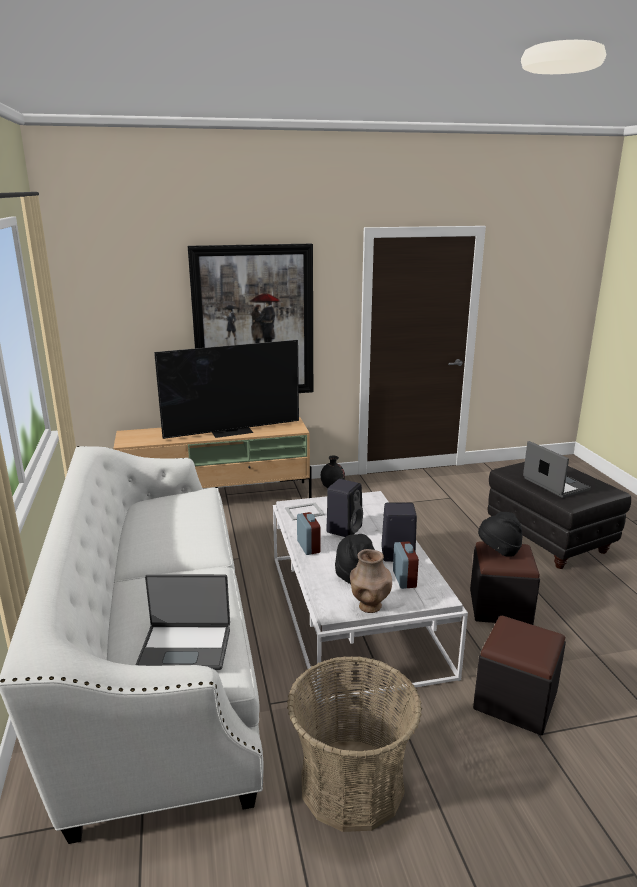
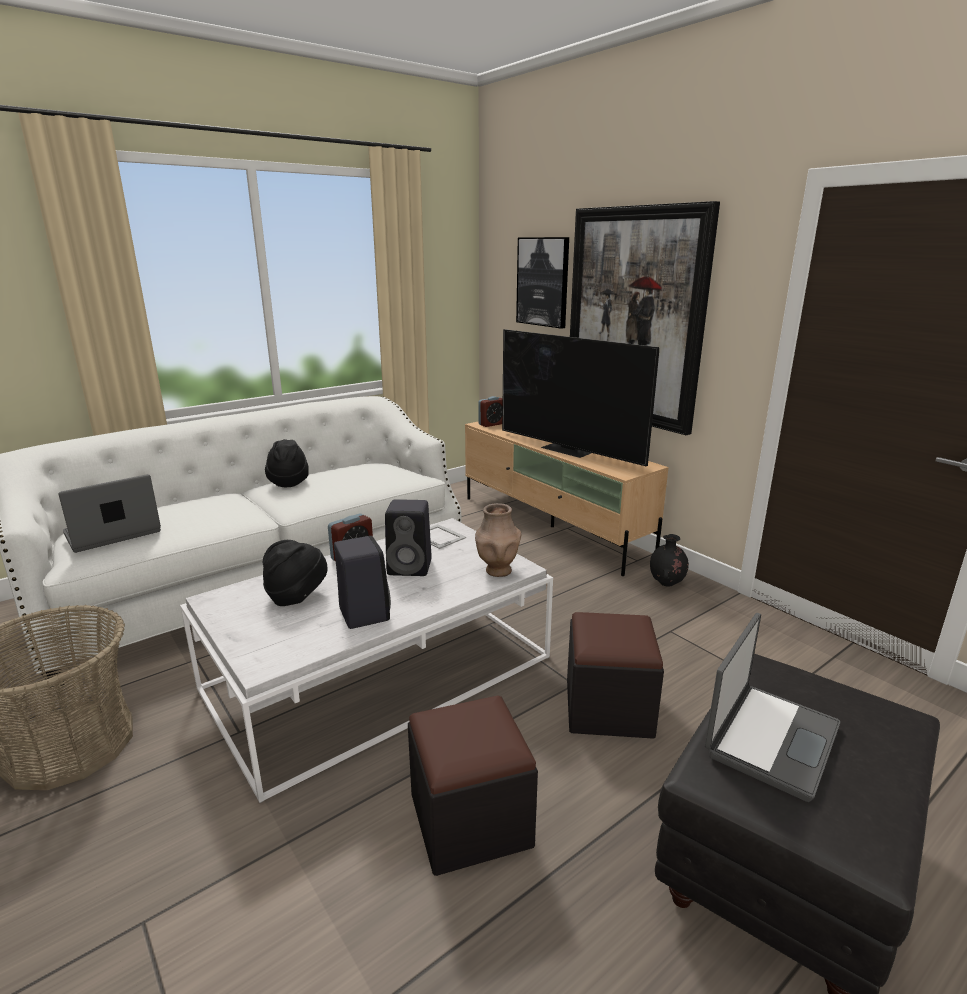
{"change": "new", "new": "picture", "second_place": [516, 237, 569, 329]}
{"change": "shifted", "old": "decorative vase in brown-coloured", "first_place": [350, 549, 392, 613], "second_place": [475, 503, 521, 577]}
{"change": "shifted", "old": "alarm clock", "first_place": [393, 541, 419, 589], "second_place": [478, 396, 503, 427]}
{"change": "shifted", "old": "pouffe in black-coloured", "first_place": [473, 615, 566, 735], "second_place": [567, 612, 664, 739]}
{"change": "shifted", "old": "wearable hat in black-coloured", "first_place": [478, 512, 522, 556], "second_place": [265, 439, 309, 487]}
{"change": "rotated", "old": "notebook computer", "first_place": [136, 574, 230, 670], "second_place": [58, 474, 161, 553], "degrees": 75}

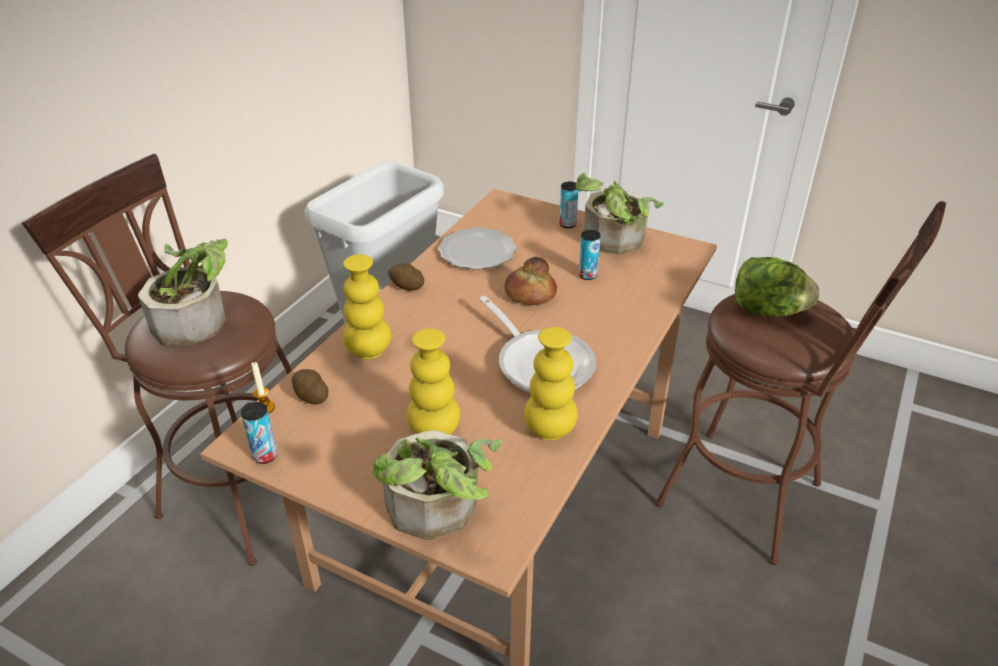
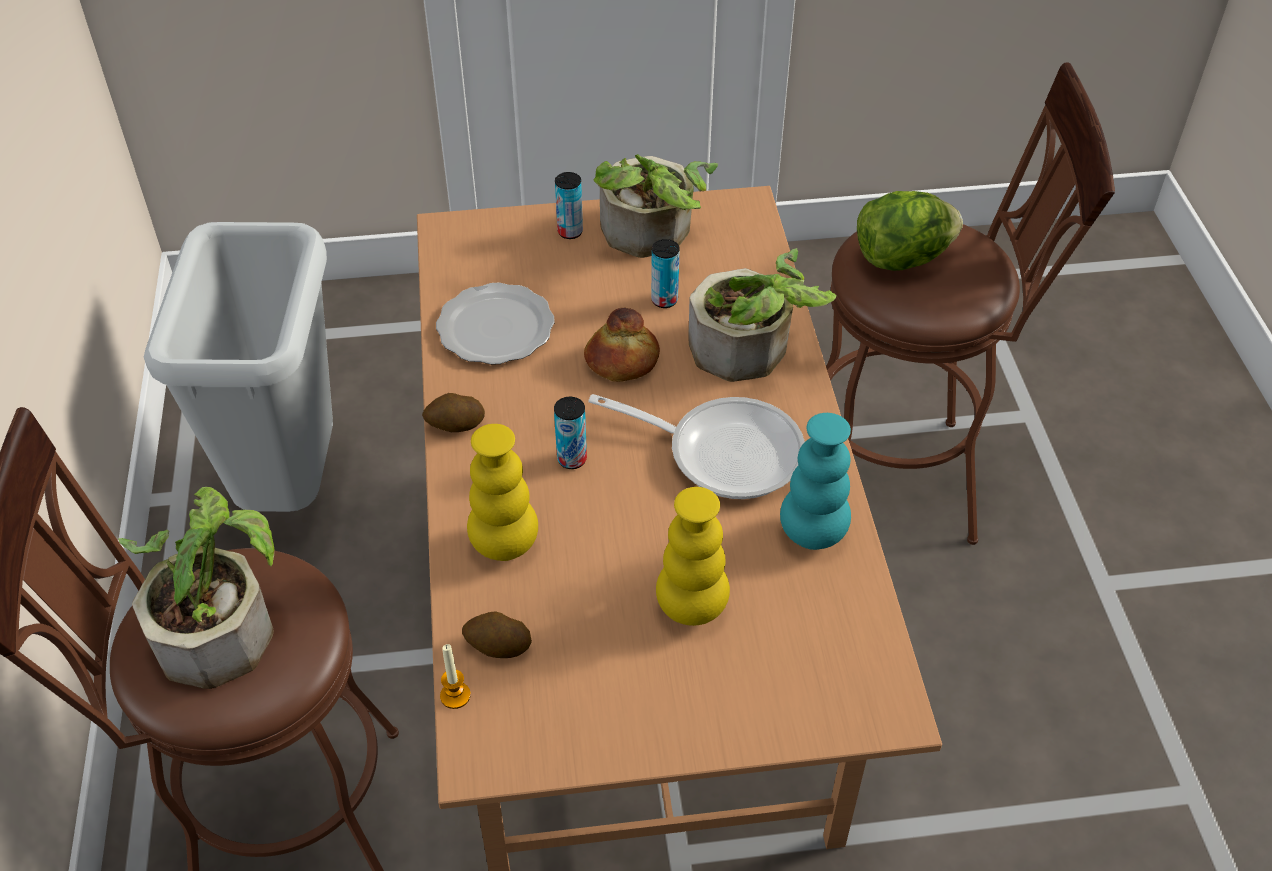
{"change": "shifted", "old": "metal can", "first_place": [241, 402, 277, 464], "second_place": [554, 397, 587, 469]}
{"change": "shifted", "old": "potted plant", "first_place": [372, 430, 502, 540], "second_place": [688, 248, 837, 382]}
{"change": "repainted", "old": "decorative vase in yellowish", "new": "decorative vase in blue-green", "first_place": [524, 327, 578, 440], "second_place": [780, 413, 851, 550]}

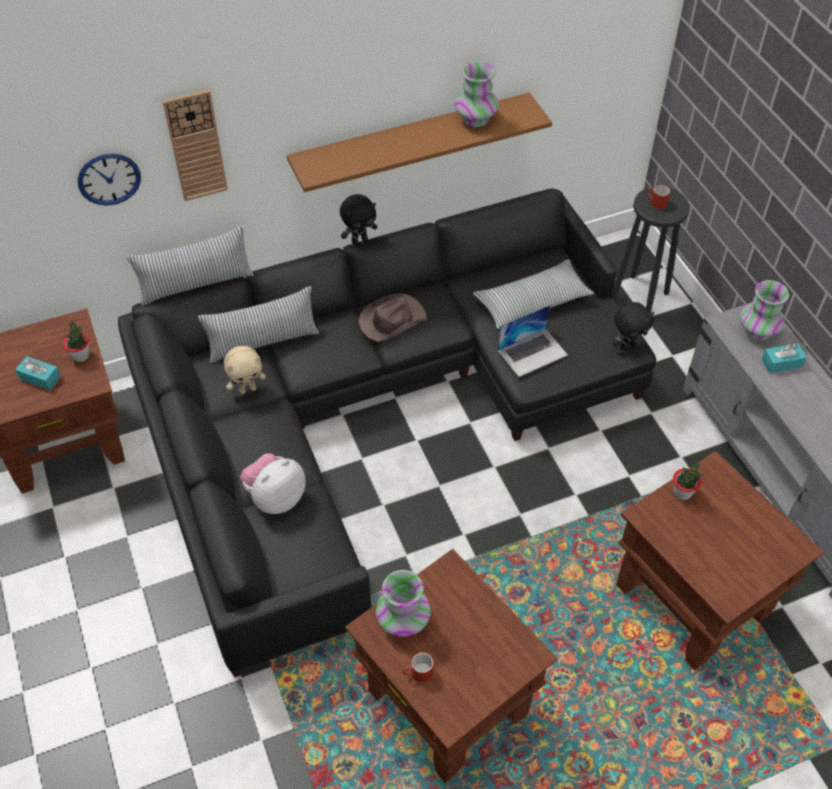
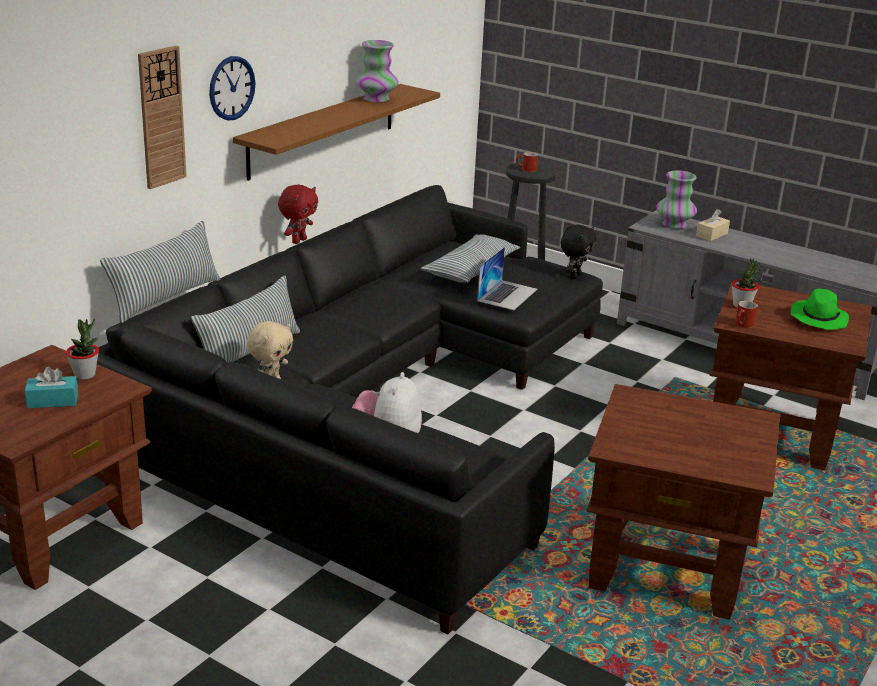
{"change": "gone", "old": "wearable hat in brown-coloured", "first_place": [359, 293, 427, 342]}
{"change": "gone", "old": "decorative vase", "first_place": [376, 570, 431, 637]}
{"change": "new", "new": "wearable hat in green", "second_place": [791, 289, 849, 330]}
{"change": "shifted", "old": "wall clock", "first_place": [77, 153, 141, 206], "second_place": [209, 56, 255, 121]}
{"change": "shifted", "old": "tea mug in reddish", "first_place": [403, 652, 433, 683], "second_place": [735, 301, 758, 328]}
{"change": "repainted", "old": "plush toy in black-coloured", "new": "plush toy in reddish", "first_place": [340, 194, 377, 245], "second_place": [278, 184, 318, 244]}
{"change": "repainted", "old": "tissue box in blue-green", "new": "tissue box in sand-coloured", "first_place": [762, 343, 807, 373], "second_place": [696, 209, 730, 241]}

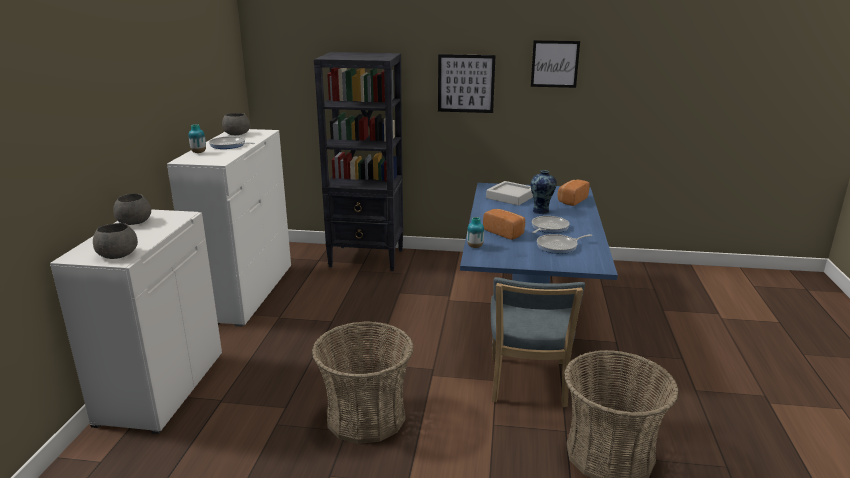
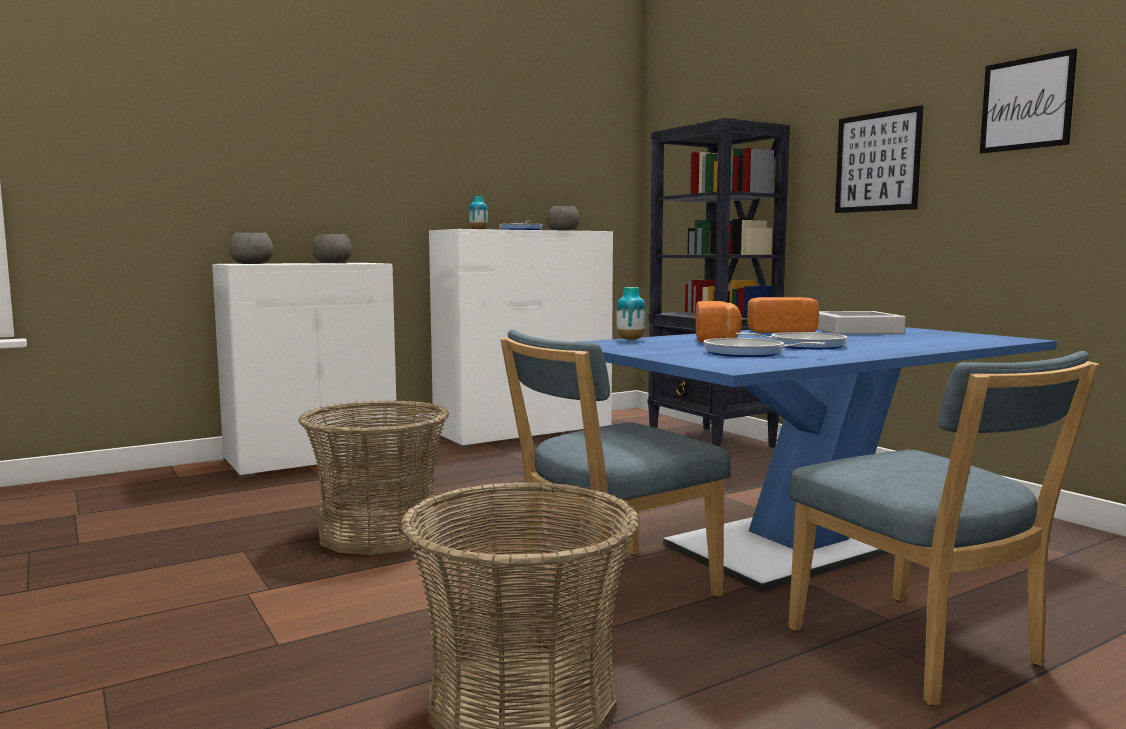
{"change": "gone", "old": "decorative vase", "first_place": [530, 170, 557, 214]}
{"change": "new", "new": "plain chair in blue-coloured", "second_place": [788, 351, 1099, 706]}
{"change": "shifted", "old": "bread", "first_place": [557, 179, 590, 206], "second_place": [747, 297, 819, 333]}

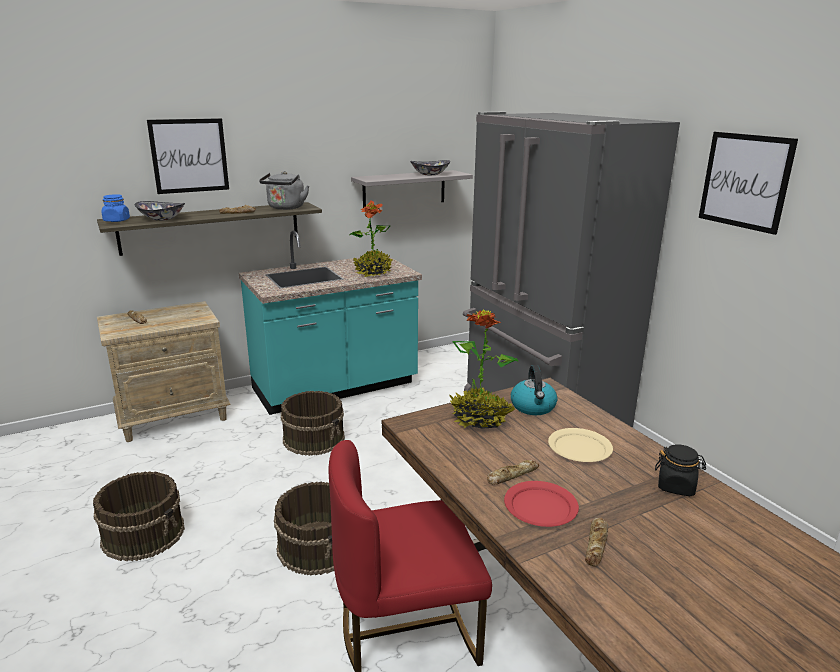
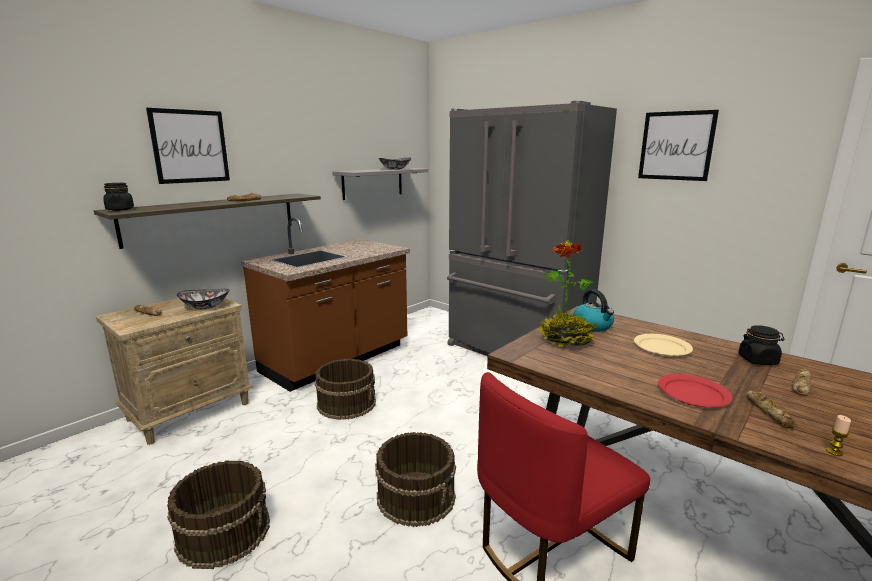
{"change": "gone", "old": "water kettle in gray", "first_place": [259, 171, 309, 210]}
{"change": "gone", "old": "potted plant", "first_place": [350, 200, 392, 277]}
{"change": "new", "new": "wax light", "second_place": [826, 415, 851, 456]}
{"change": "shifted", "old": "deep dish", "first_place": [135, 201, 185, 221], "second_place": [177, 289, 229, 309]}
{"change": "shifted", "old": "bread", "first_place": [487, 460, 539, 485], "second_place": [792, 368, 812, 395]}
{"change": "repainted", "old": "jar in blue-coloured", "new": "jar in black-coloured", "first_place": [102, 194, 130, 222], "second_place": [103, 183, 134, 211]}
{"change": "repainted", "old": "kitchen base unit in blue-green", "new": "kitchen base unit in brown-coloured", "first_place": [239, 230, 422, 415], "second_place": [241, 218, 410, 392]}

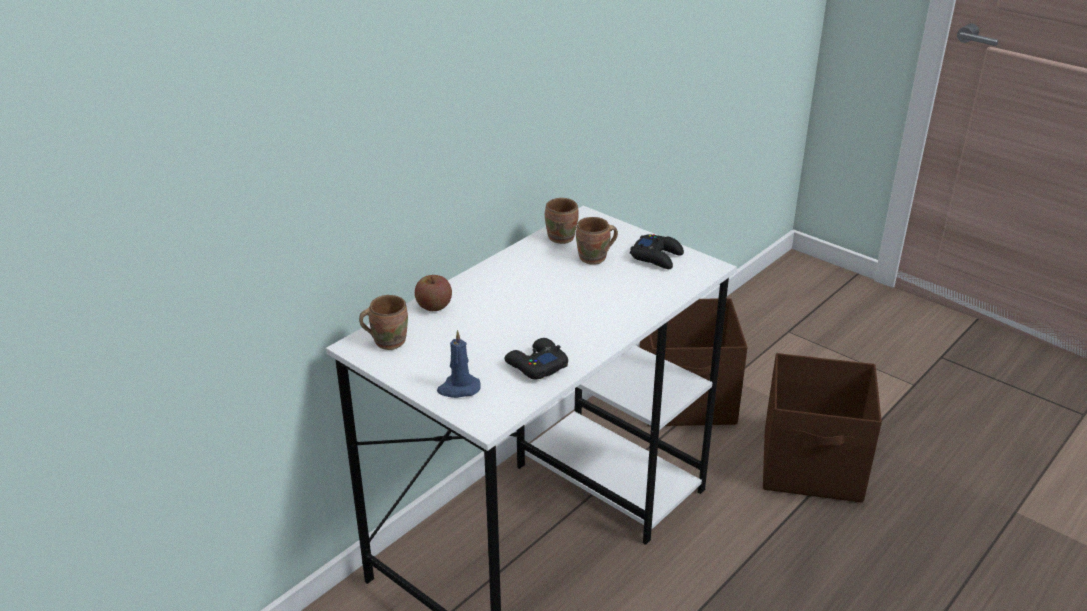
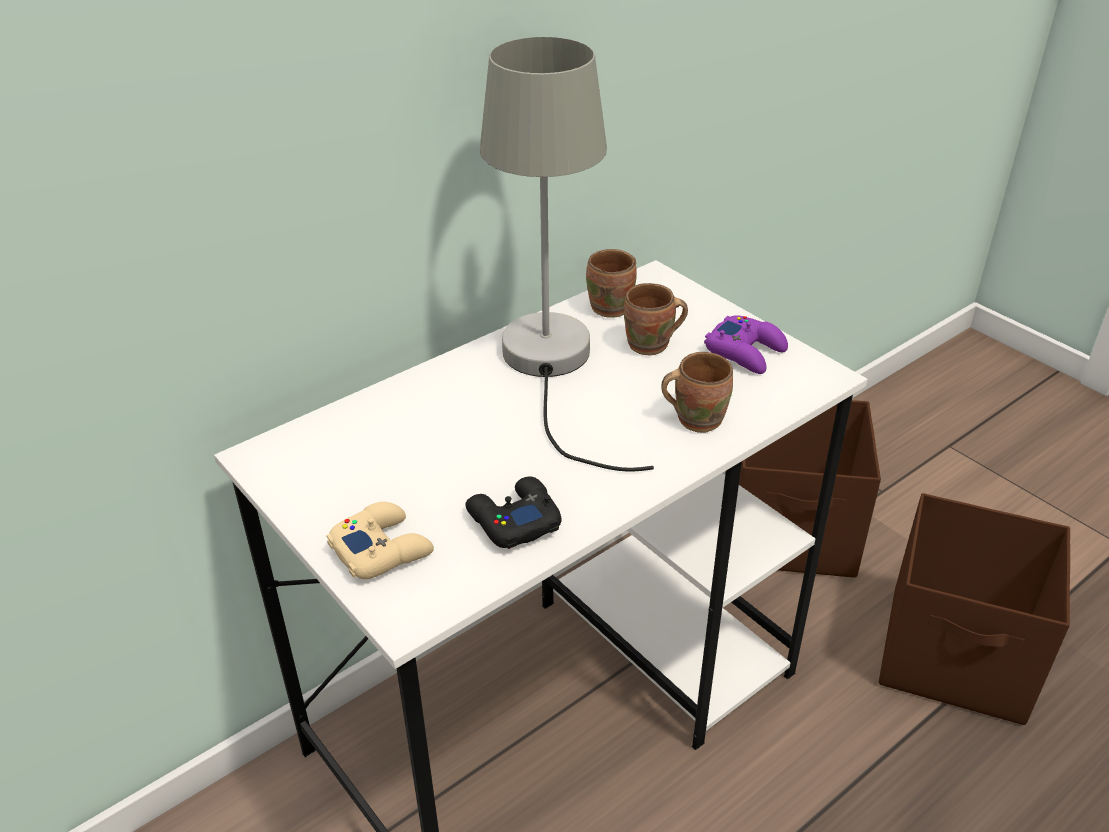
{"change": "gone", "old": "apple", "first_place": [415, 275, 452, 311]}
{"change": "new", "new": "lamp for a table in gray", "second_place": [480, 37, 654, 472]}
{"change": "shifted", "old": "tea mug in brown-coloured", "first_place": [359, 295, 408, 350], "second_place": [661, 352, 733, 433]}
{"change": "swapped", "old": "wax light in blue-coloured", "new": "gamepad in sand-coloured", "first_place": [437, 330, 481, 398], "second_place": [326, 502, 434, 579]}
{"change": "repainted", "old": "gamepad in black-coloured", "new": "gamepad in purplish", "first_place": [630, 234, 684, 269], "second_place": [704, 315, 788, 374]}

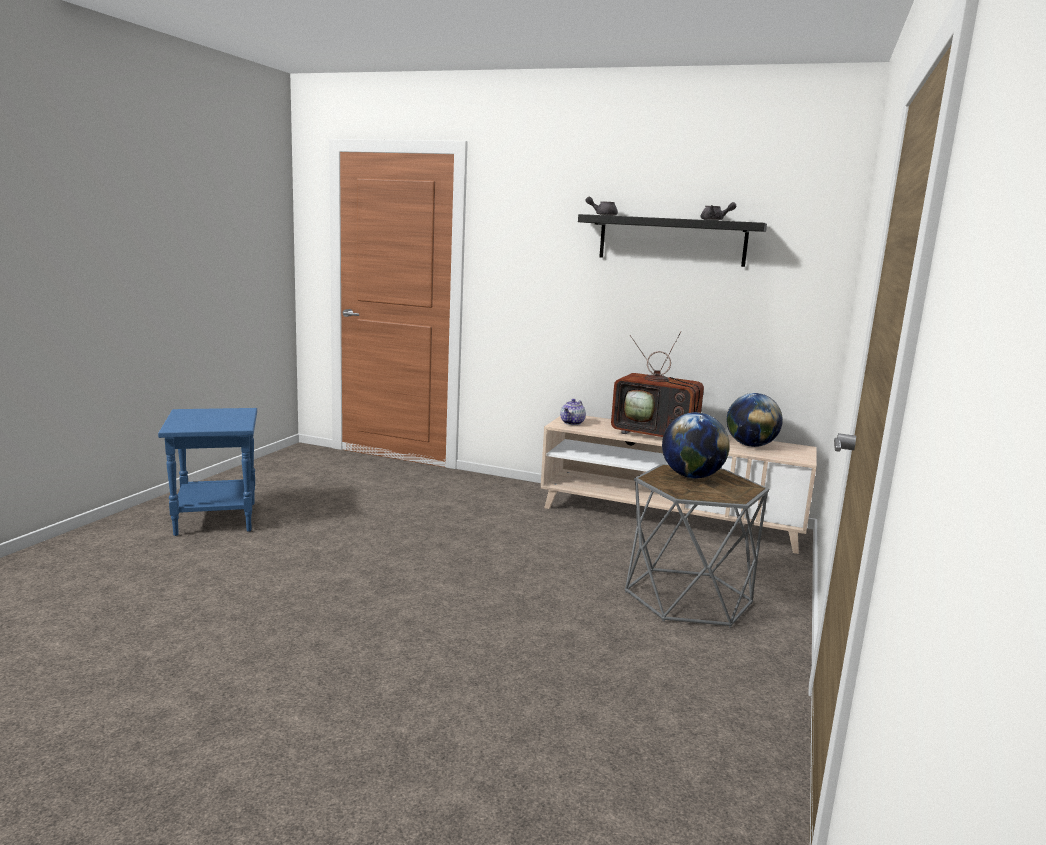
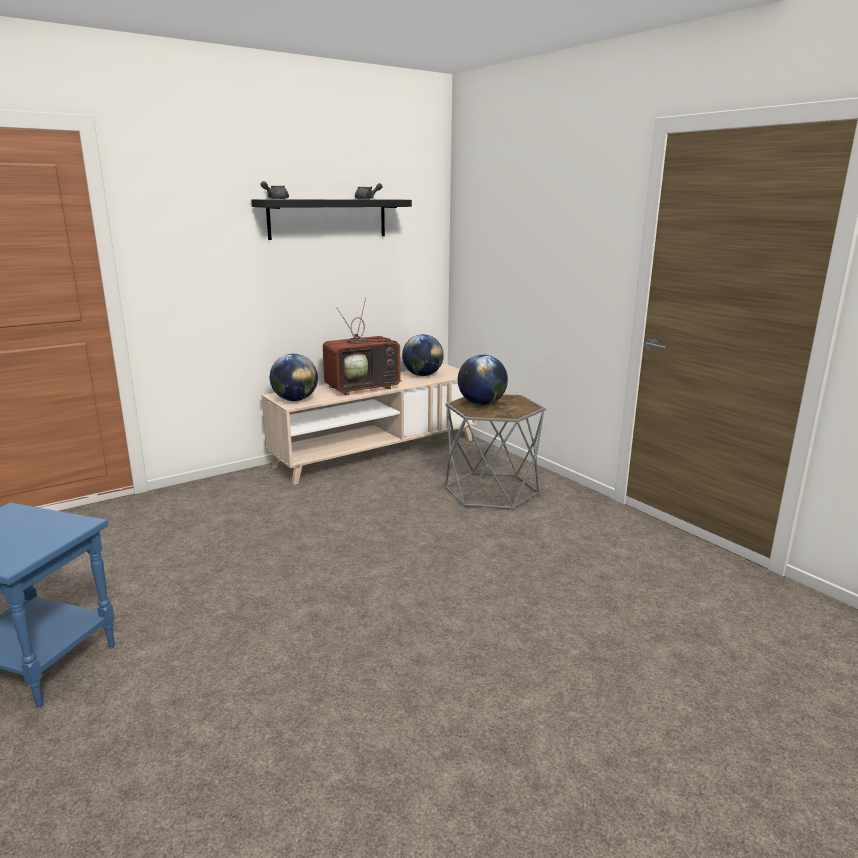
{"change": "swapped", "old": "tea pot", "new": "globe", "first_place": [560, 399, 586, 425], "second_place": [270, 354, 318, 401]}

